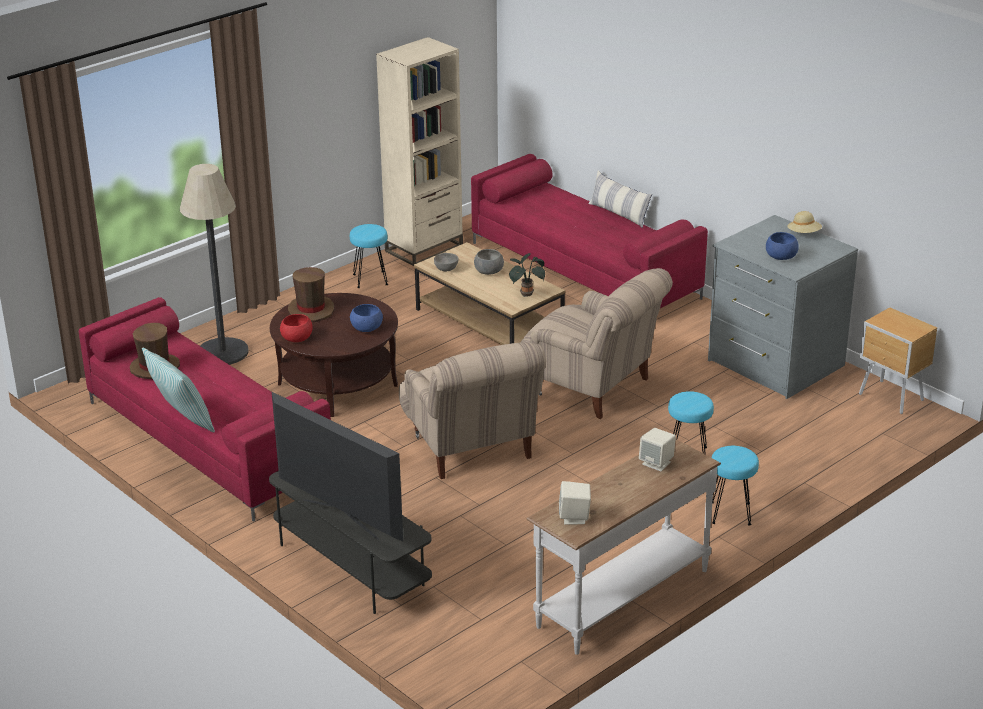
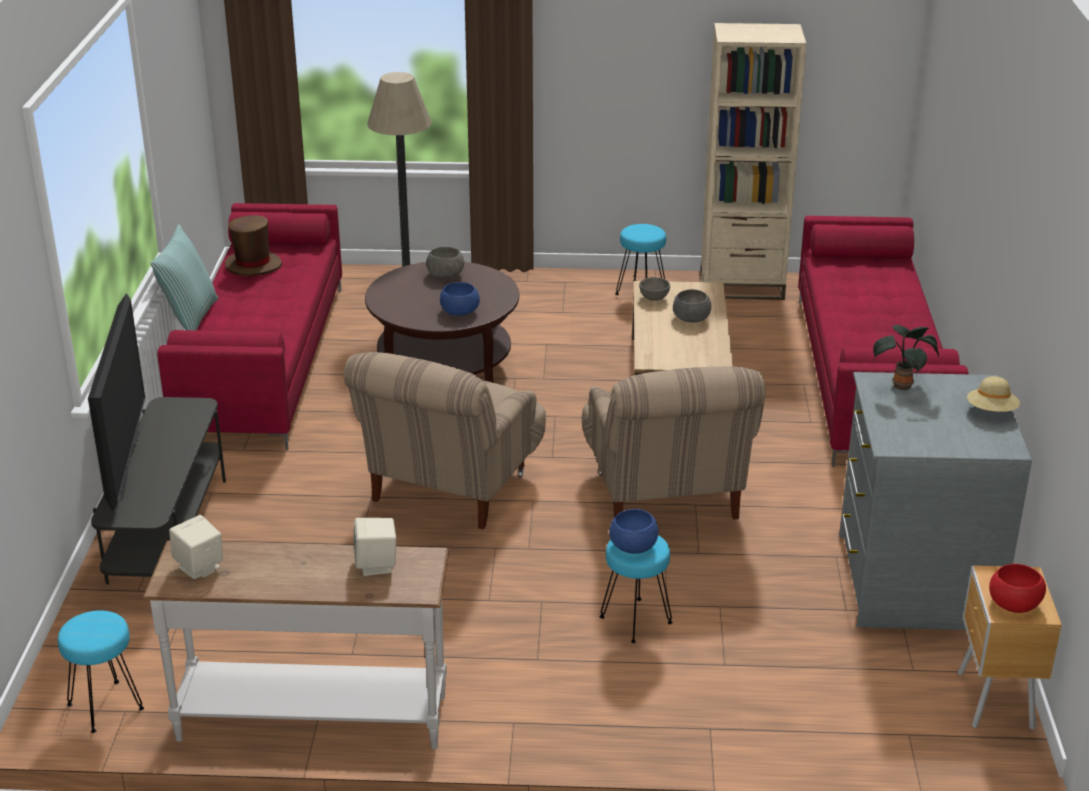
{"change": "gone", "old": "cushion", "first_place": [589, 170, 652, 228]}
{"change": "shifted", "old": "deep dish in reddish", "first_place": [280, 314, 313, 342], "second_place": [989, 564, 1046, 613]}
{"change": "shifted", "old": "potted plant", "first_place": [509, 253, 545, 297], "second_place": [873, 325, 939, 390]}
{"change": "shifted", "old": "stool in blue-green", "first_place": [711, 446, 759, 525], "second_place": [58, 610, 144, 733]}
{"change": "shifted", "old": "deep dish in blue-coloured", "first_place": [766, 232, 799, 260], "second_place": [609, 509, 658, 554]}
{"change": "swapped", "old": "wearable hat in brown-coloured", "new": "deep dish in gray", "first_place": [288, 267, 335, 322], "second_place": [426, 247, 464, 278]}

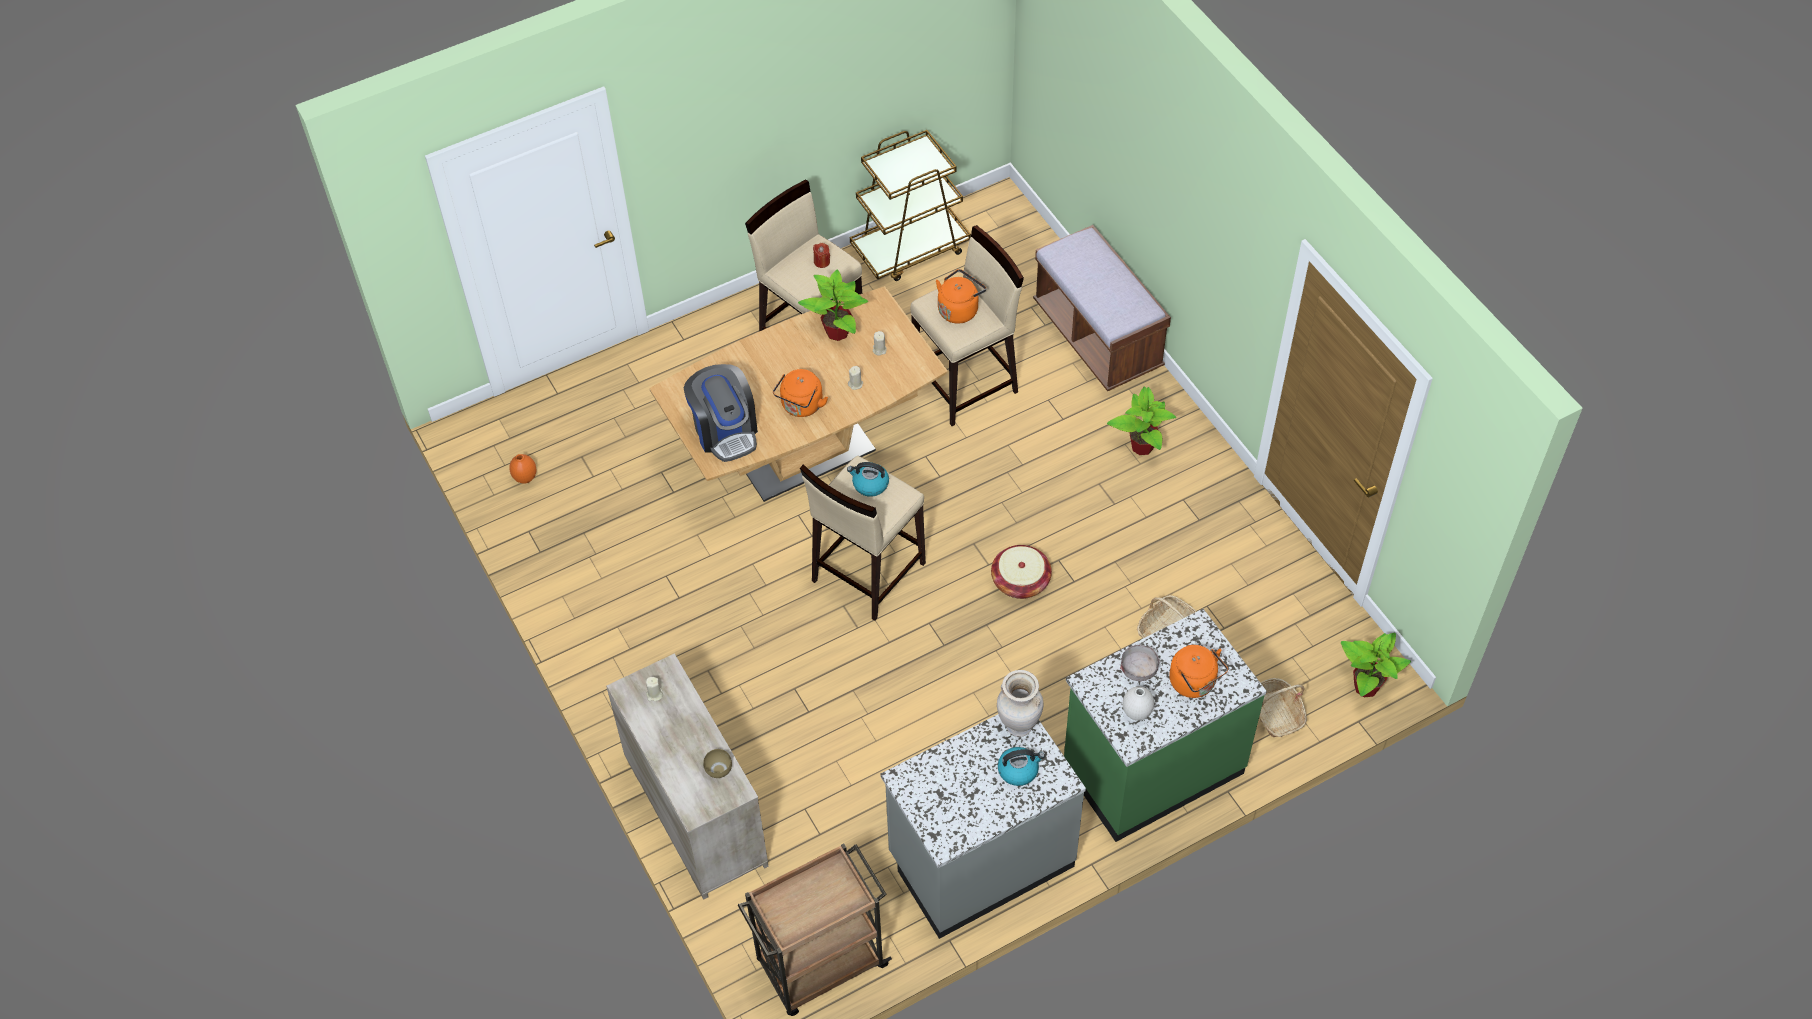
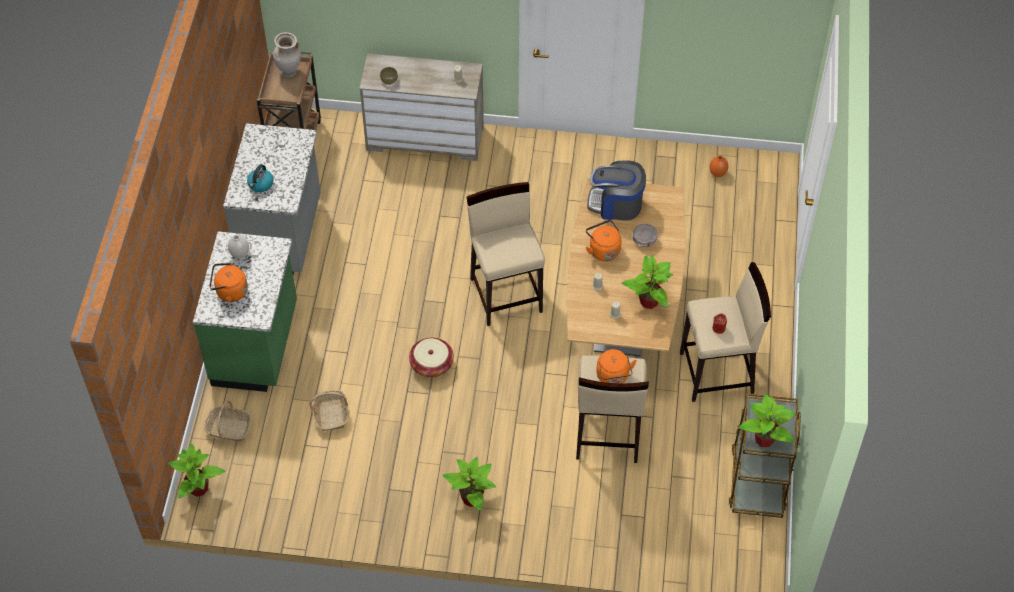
{"change": "gone", "old": "water kettle", "first_place": [847, 462, 889, 497]}
{"change": "gone", "old": "indoor bench in brown-coloured", "first_place": [1033, 225, 1171, 391]}
{"change": "new", "new": "potted plant", "second_place": [739, 394, 796, 447]}
{"change": "shifted", "old": "decorative vase in sand-coloured", "first_place": [997, 670, 1043, 737], "second_place": [273, 32, 301, 77]}
{"change": "shifted", "old": "deep dish in gray", "first_place": [1120, 645, 1160, 681], "second_place": [633, 224, 658, 247]}

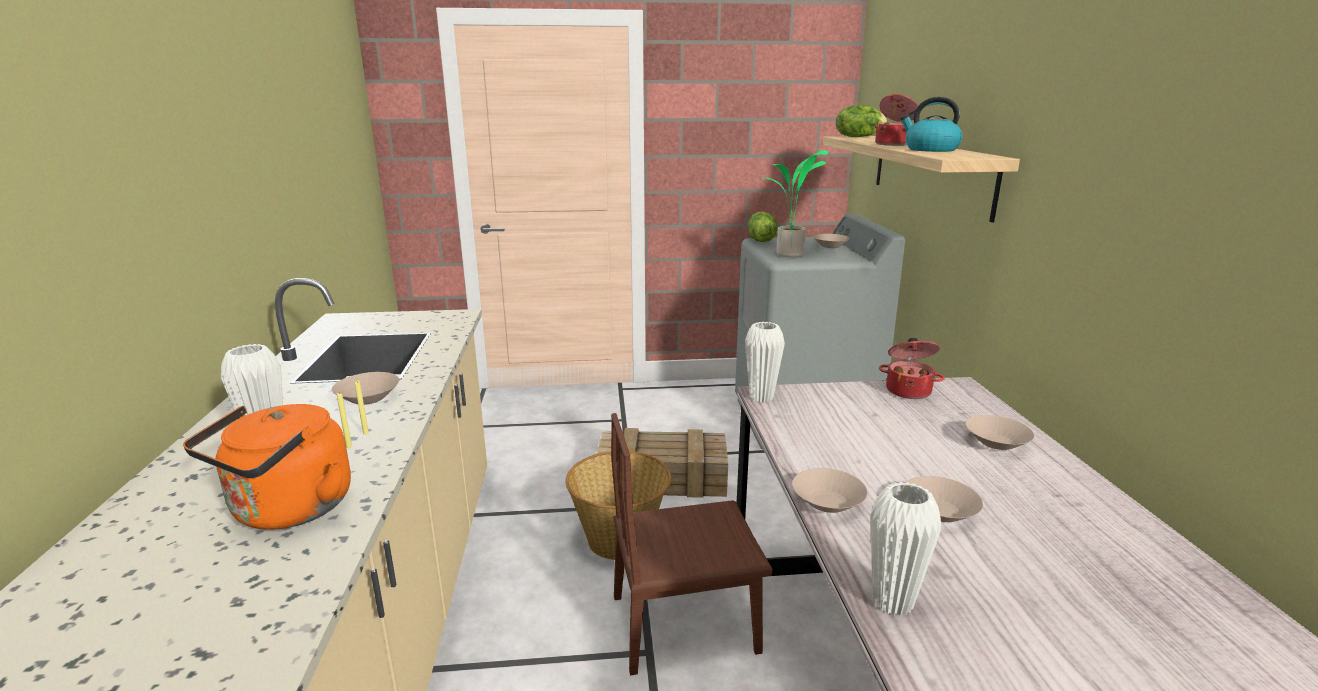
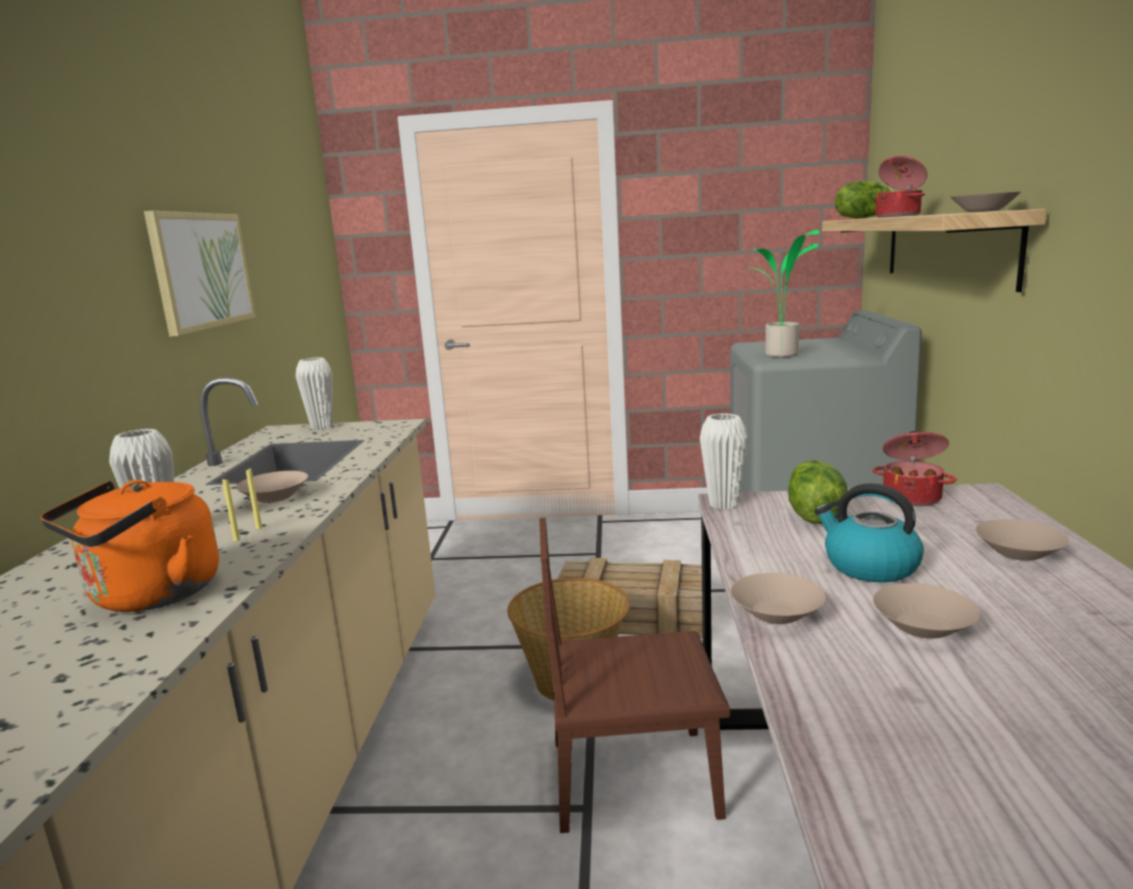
{"change": "new", "new": "picture", "second_place": [144, 211, 256, 337]}
{"change": "shifted", "old": "lettuce", "first_place": [748, 212, 777, 242], "second_place": [788, 460, 848, 524]}
{"change": "shifted", "old": "deep dish in sand-coloured", "first_place": [813, 234, 850, 248], "second_place": [951, 192, 1021, 212]}
{"change": "shifted", "old": "decorative vase in white-coloured", "first_place": [870, 482, 941, 616], "second_place": [296, 357, 333, 430]}
{"change": "shifted", "old": "water kettle", "first_place": [900, 97, 962, 152], "second_place": [815, 483, 924, 582]}

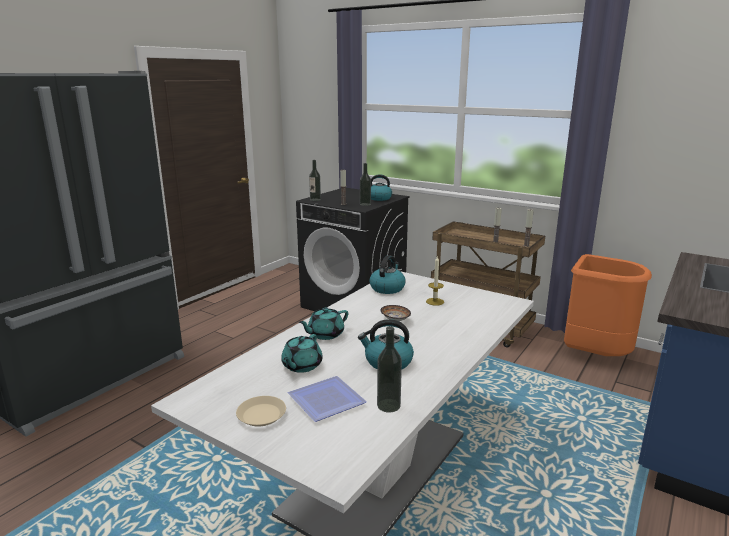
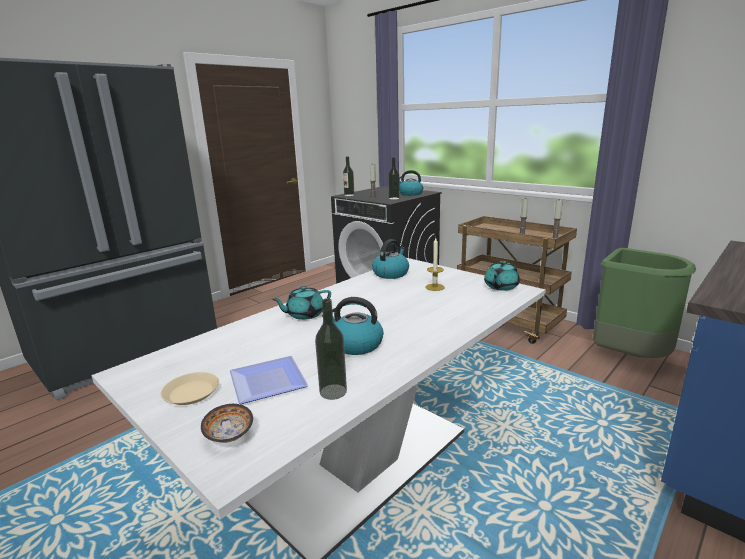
{"change": "shifted", "old": "tea pot in blue-green", "first_place": [281, 334, 323, 373], "second_place": [484, 261, 520, 291]}
{"change": "shifted", "old": "deep dish", "first_place": [380, 305, 411, 321], "second_place": [201, 404, 253, 443]}
{"change": "repainted", "old": "trash can in orangey", "new": "trash can in green", "first_place": [564, 254, 652, 356], "second_place": [593, 248, 696, 358]}

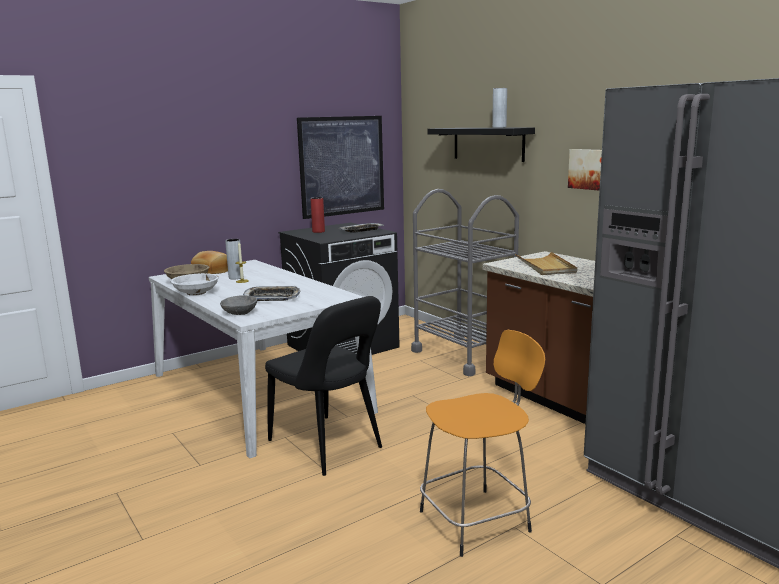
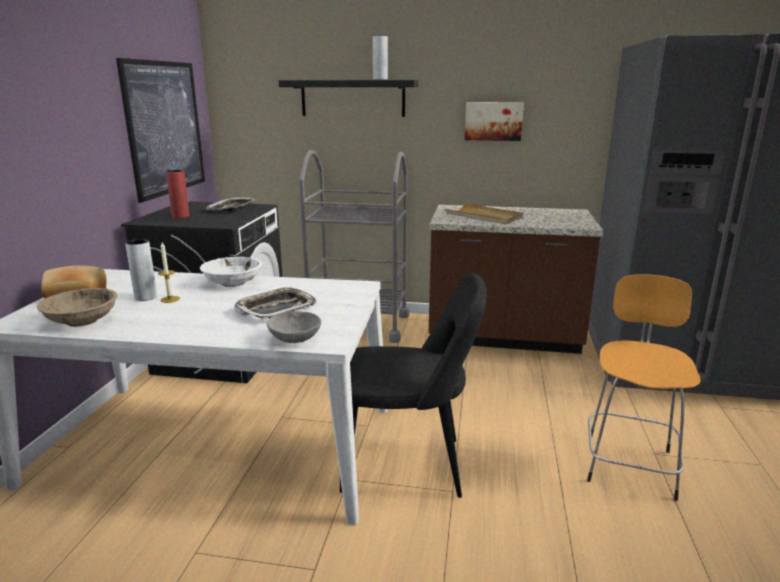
{"change": "shifted", "old": "deep dish in white-coloured", "first_place": [170, 273, 219, 296], "second_place": [200, 257, 262, 287]}

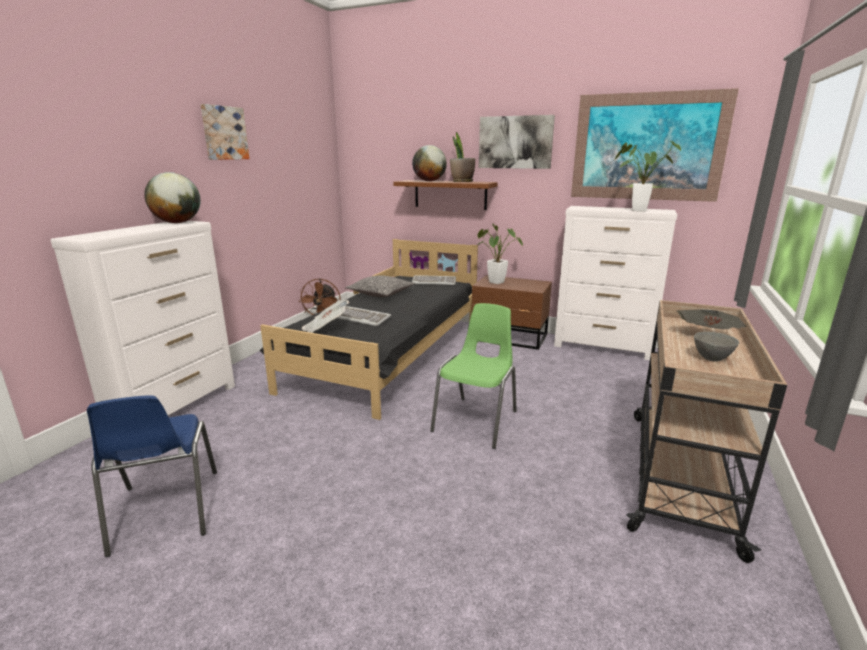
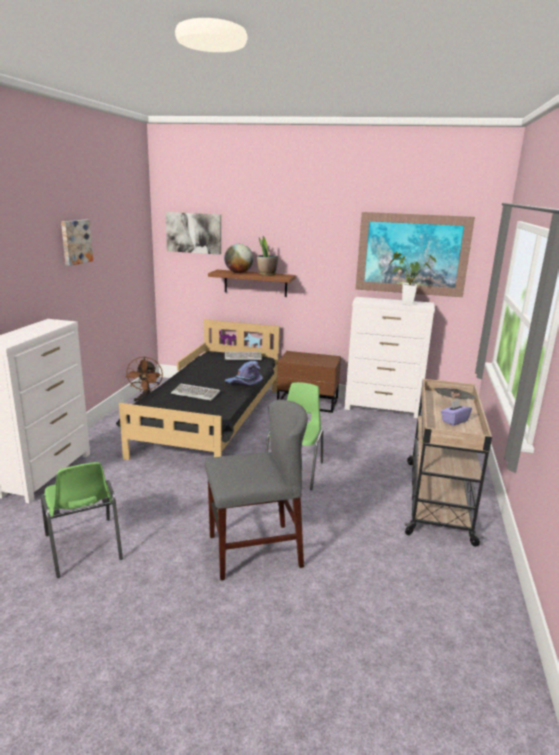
{"change": "gone", "old": "globe", "first_place": [144, 172, 201, 223]}
{"change": "gone", "old": "daily paper", "first_place": [301, 300, 349, 333]}
{"change": "gone", "old": "cushion", "first_place": [345, 276, 415, 297]}
{"change": "gone", "old": "potted plant", "first_place": [476, 224, 523, 284]}
{"change": "new", "new": "plain chair in gray", "second_place": [205, 399, 308, 580]}
{"change": "new", "new": "wearable hat in purplish", "second_place": [225, 361, 263, 385]}
{"change": "shifted", "old": "picture", "first_place": [479, 115, 555, 169], "second_place": [165, 212, 221, 255]}
{"change": "swapped", "old": "deep dish in gray", "new": "tissue box in purplish", "first_place": [694, 332, 739, 362], "second_place": [441, 399, 472, 426]}
{"change": "repainted", "old": "plain chair in blue-coloured", "new": "plain chair in green", "first_place": [87, 395, 217, 557], "second_place": [41, 462, 123, 578]}

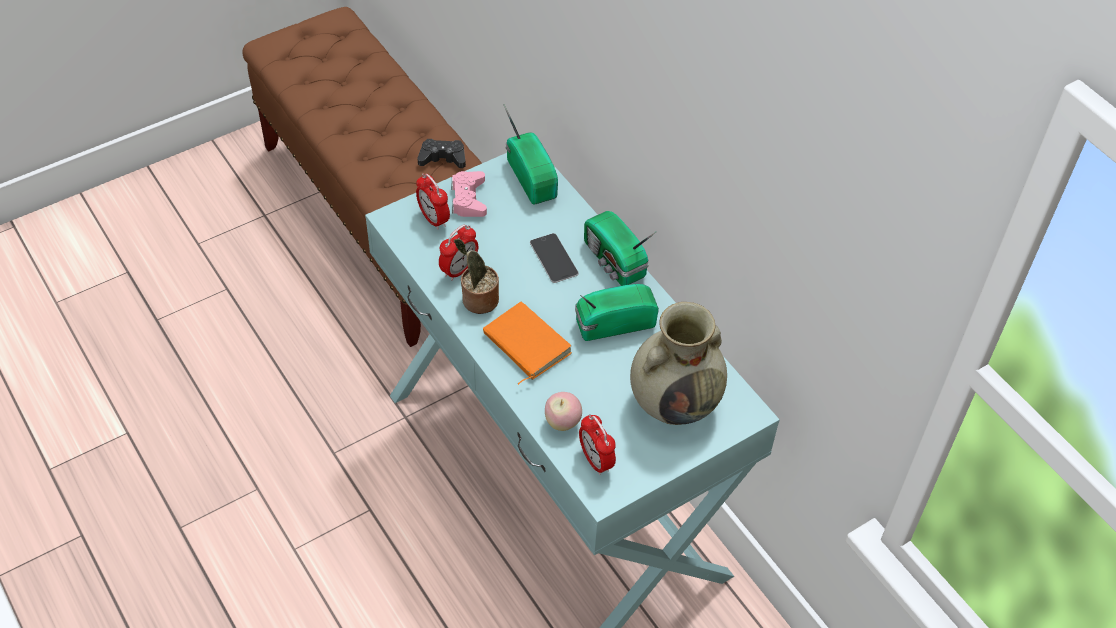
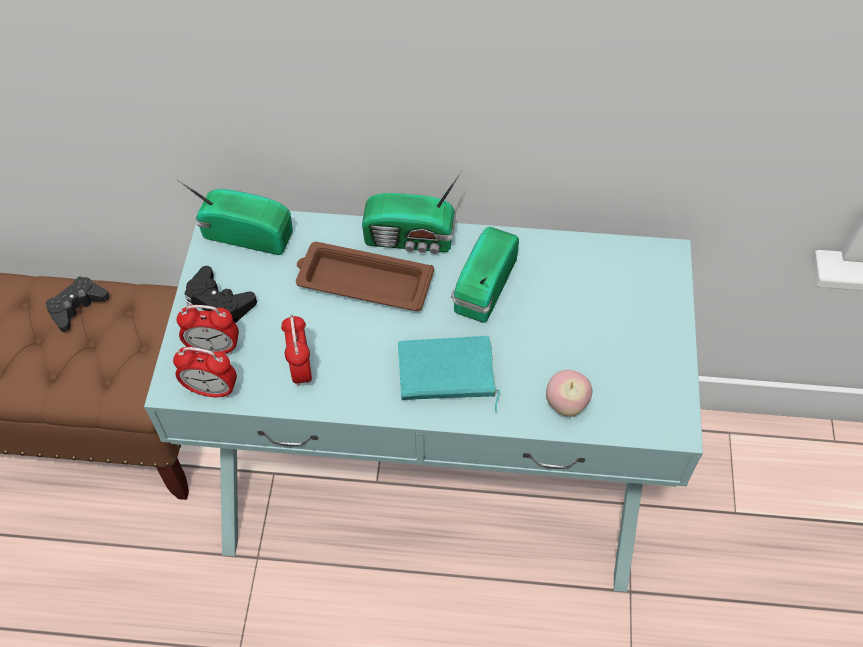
{"change": "gone", "old": "potted plant", "first_place": [454, 239, 499, 314]}
{"change": "gone", "old": "decorative vase in sand-coloured", "first_place": [630, 302, 727, 425]}
{"change": "shifted", "old": "alarm clock", "first_place": [579, 414, 616, 475], "second_place": [173, 347, 237, 398]}
{"change": "swapped", "old": "phone", "new": "serving tray in brown-coloured", "first_place": [530, 233, 579, 283], "second_place": [296, 242, 434, 311]}
{"change": "repainted", "old": "gamepad in pink-coloured", "new": "gamepad in black-coloured", "first_place": [451, 171, 487, 217], "second_place": [185, 266, 257, 323]}
{"change": "repainted", "old": "book in orangey", "new": "book in blue-green", "first_place": [483, 302, 572, 385], "second_place": [398, 336, 500, 412]}

